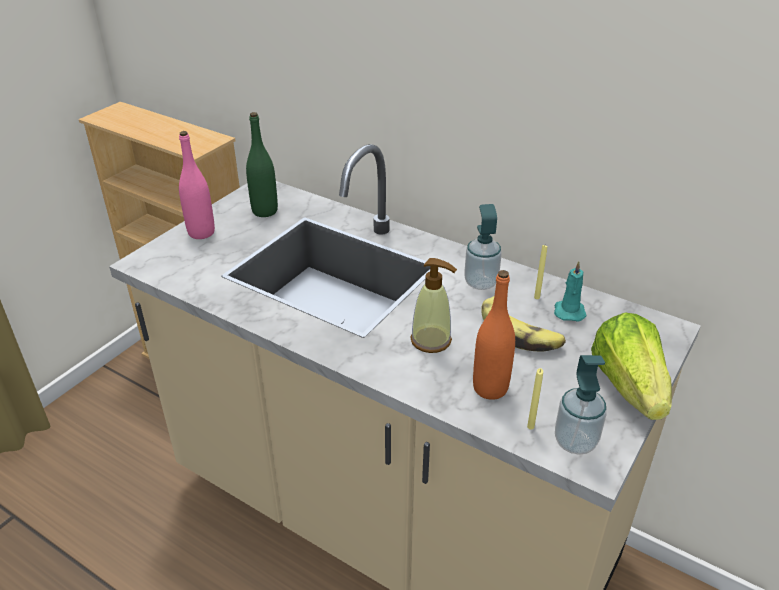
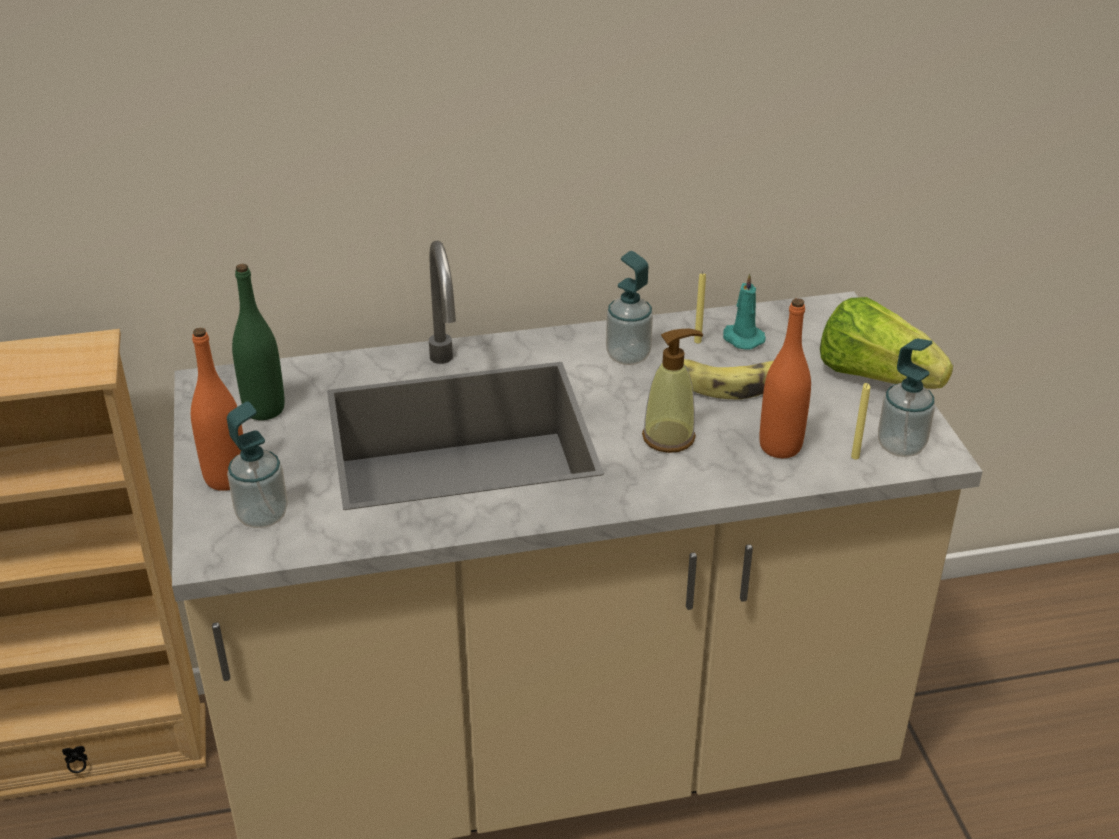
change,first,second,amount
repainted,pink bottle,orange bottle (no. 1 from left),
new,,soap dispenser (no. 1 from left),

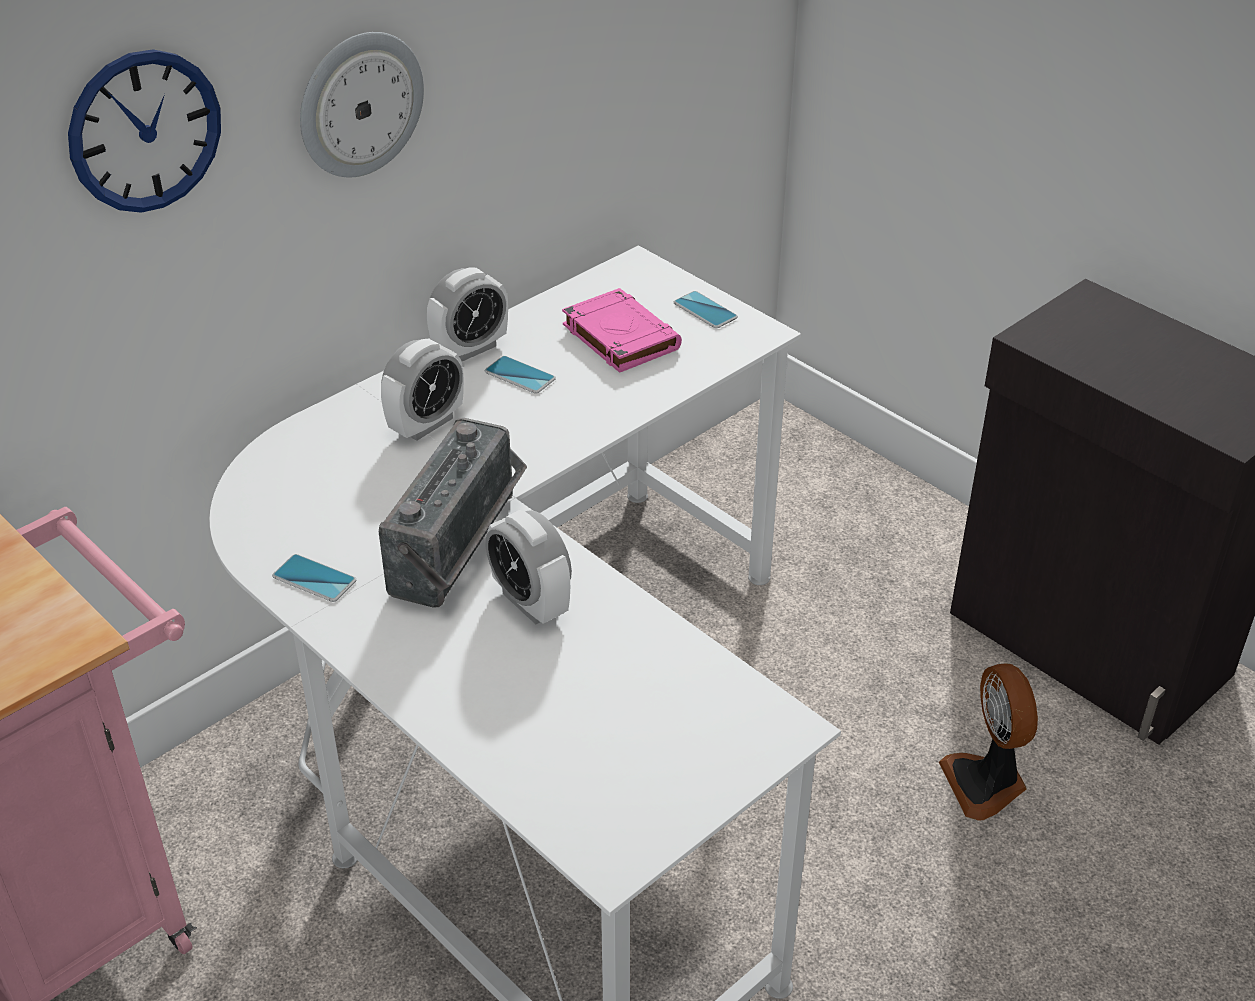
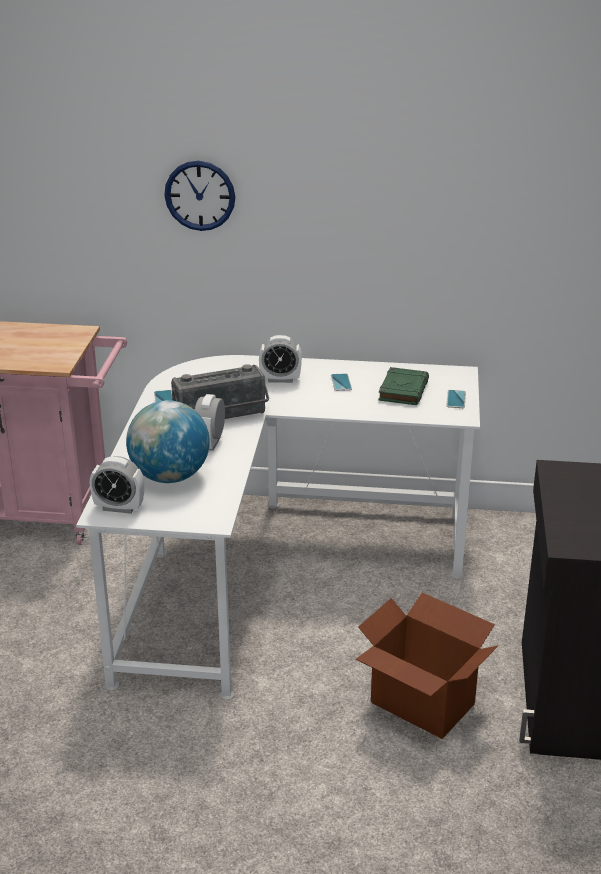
change,first,second,amount
gone,wall clock (no. 2 from left),,
shifted,alarm clock (no. 2 from left in the first image),alarm clock (no. 1 from left),
repainted,pink book,green book,
swapped,fan,cardboard box,
new,,globe,

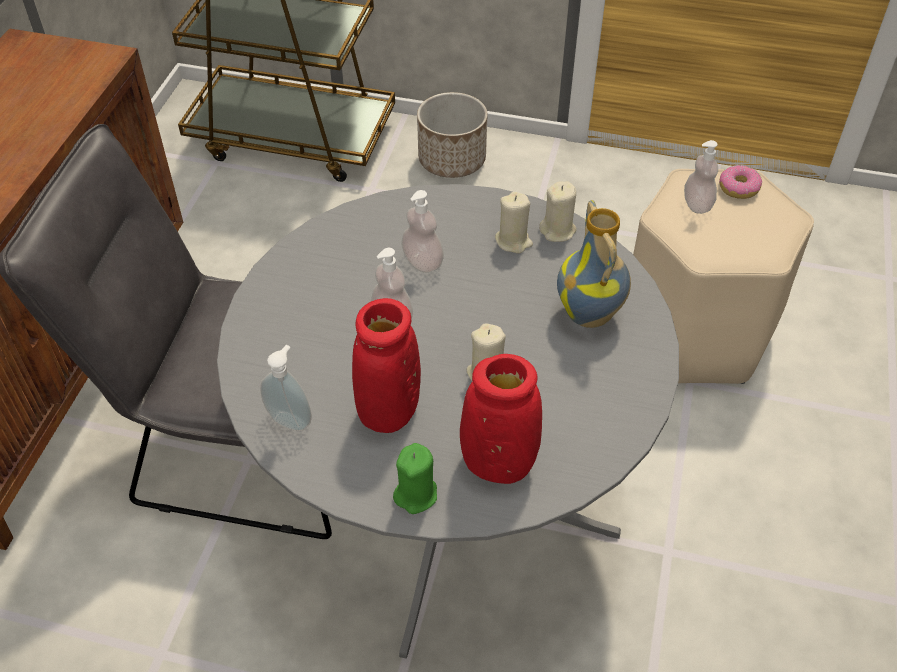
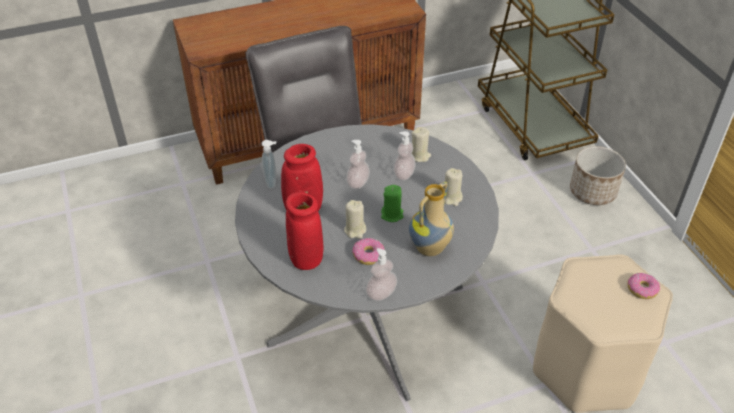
change,first,second,amount
shifted,soap dispenser (no. 4 from left in the first image),soap dispenser (no. 3 from left),
shifted,beige candle (no. 3 from left in the first image),beige candle (no. 2 from left),
shifted,green candle,,
new,,donut (no. 1 from left),

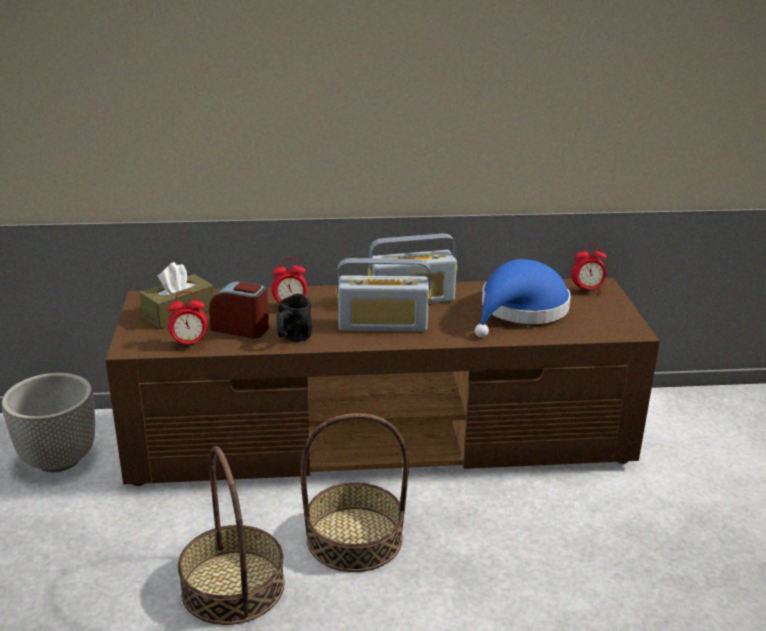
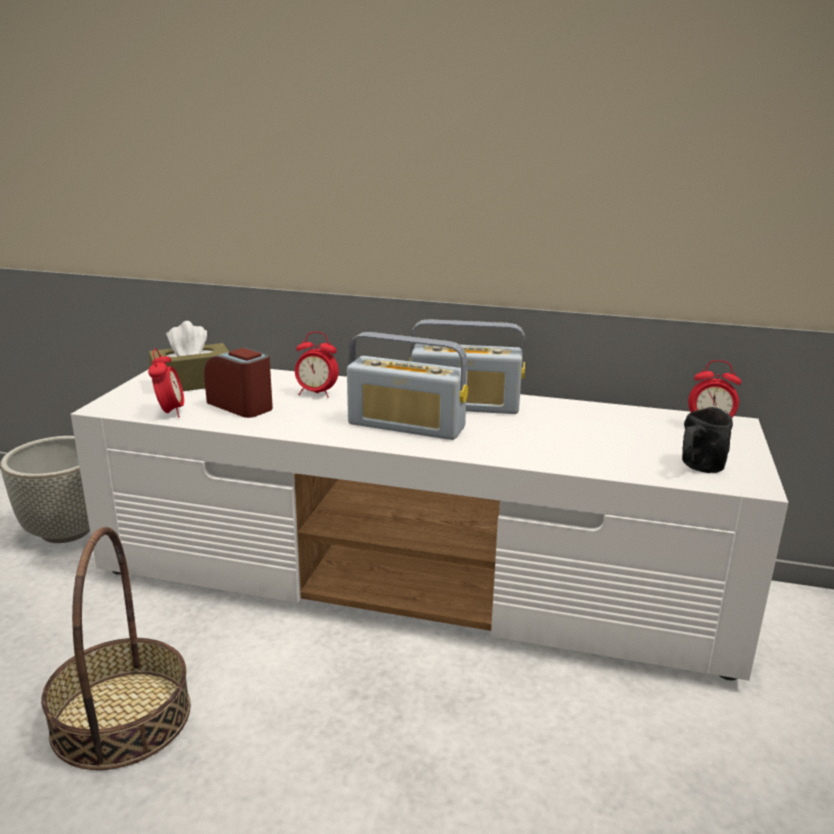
change,first,second,amount
gone,blue hat,,
repainted,brown tv stand,white tv stand,
rotated,alarm clock (no. 1 from left),,105 degrees counterclockwise
shifted,black mug,,
gone,basket (no. 2 from left),,

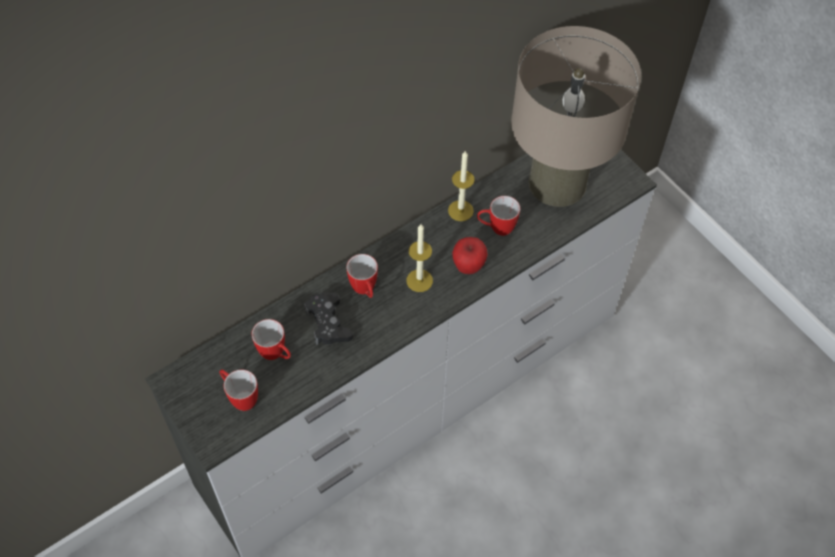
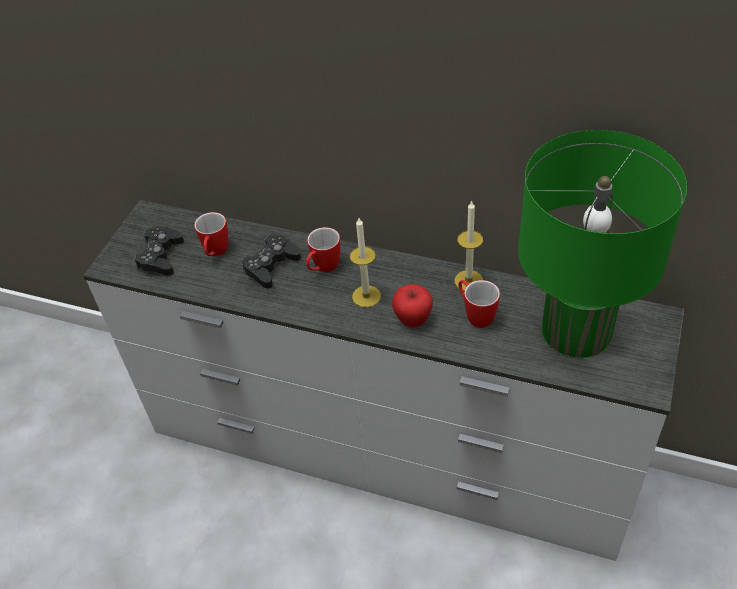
change,first,second,amount
repainted,beige table lamp,green table lamp,
swapped,mug (no. 1 from left),black game controller (no. 1 from left),

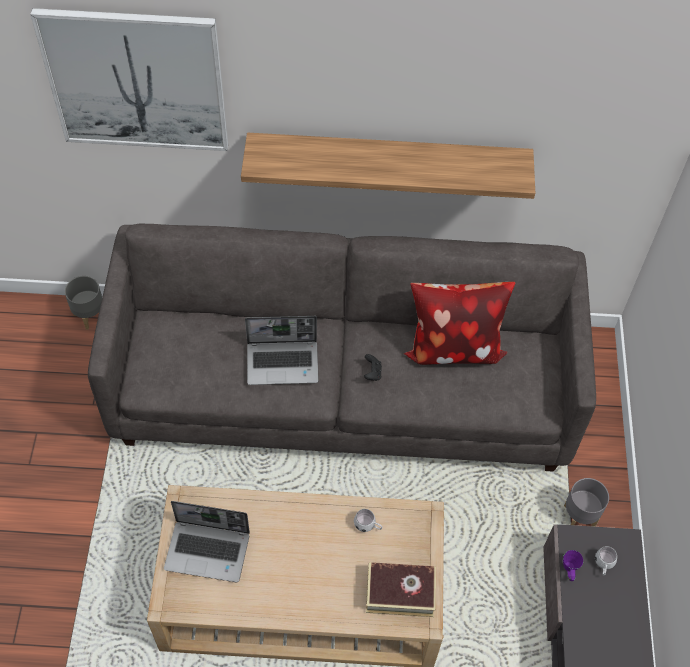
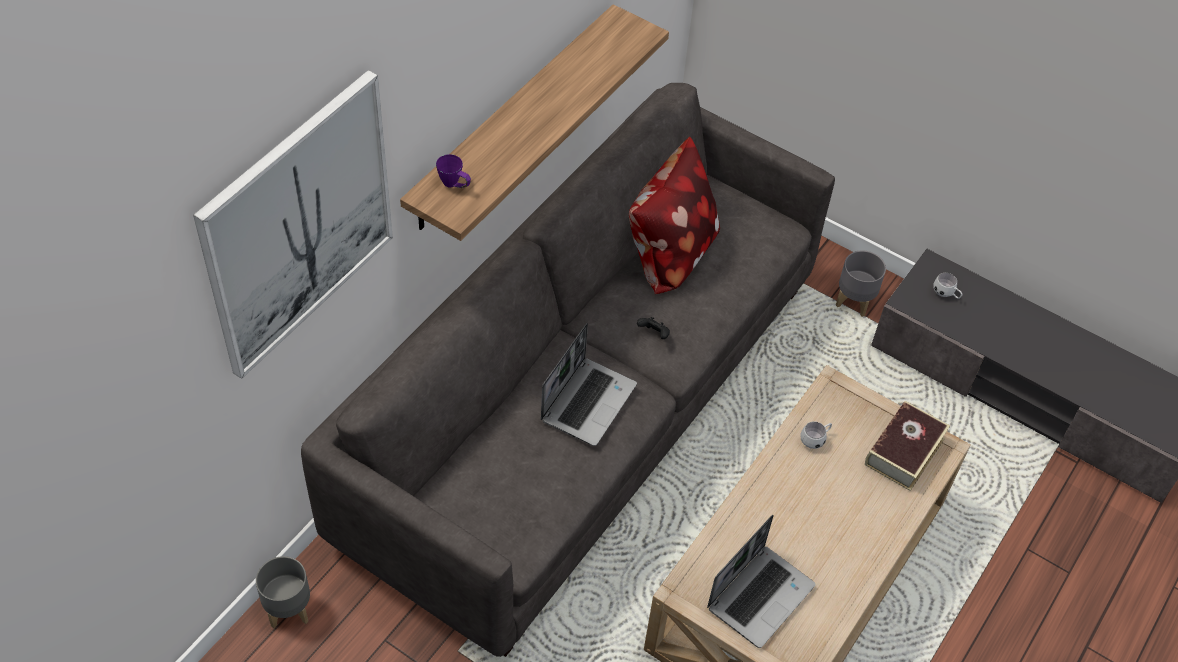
change,first,second,amount
shifted,purple mug,,

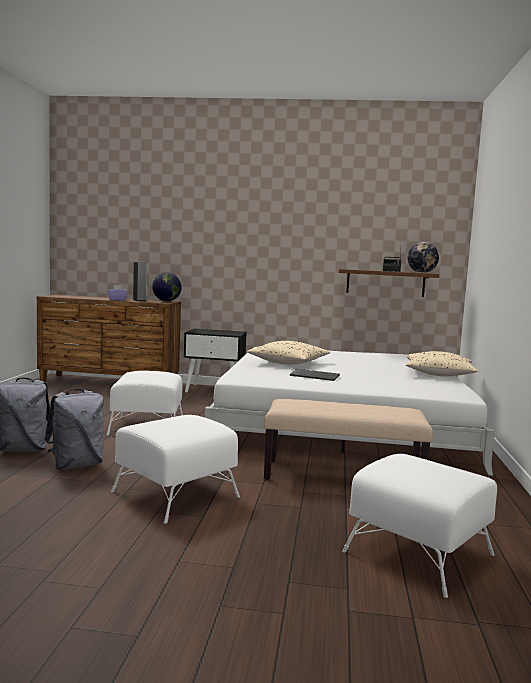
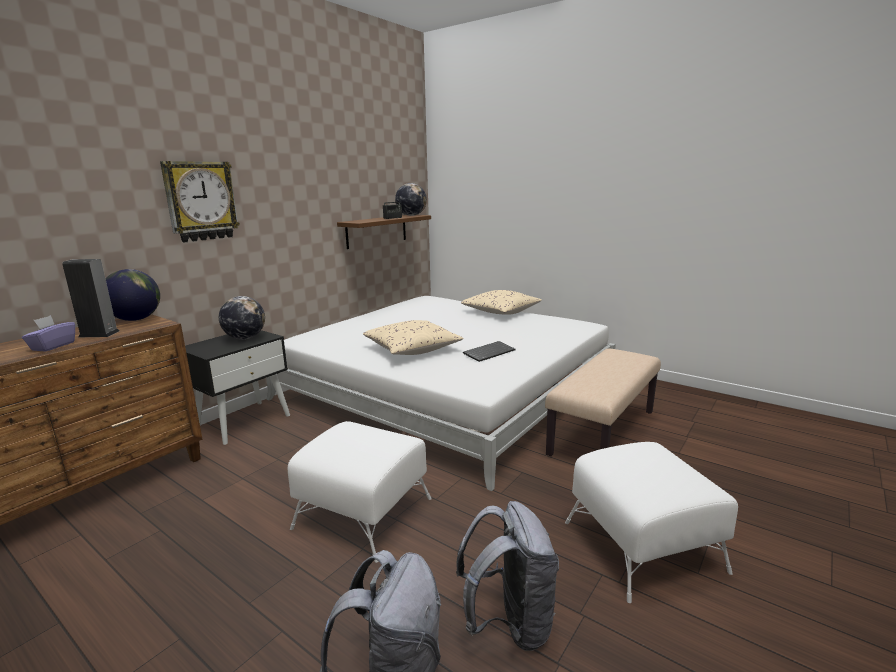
change,first,second,amount
gone,white ottoman (no. 3 from left),,
new,,wall clock,
new,,globe (no. 2 from left),

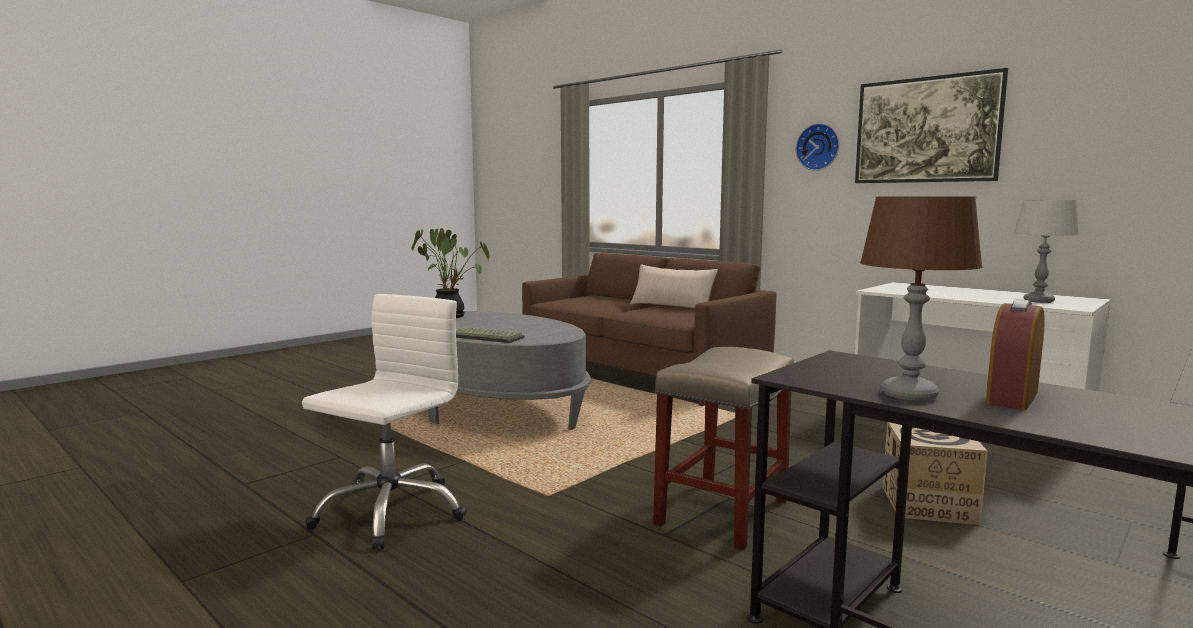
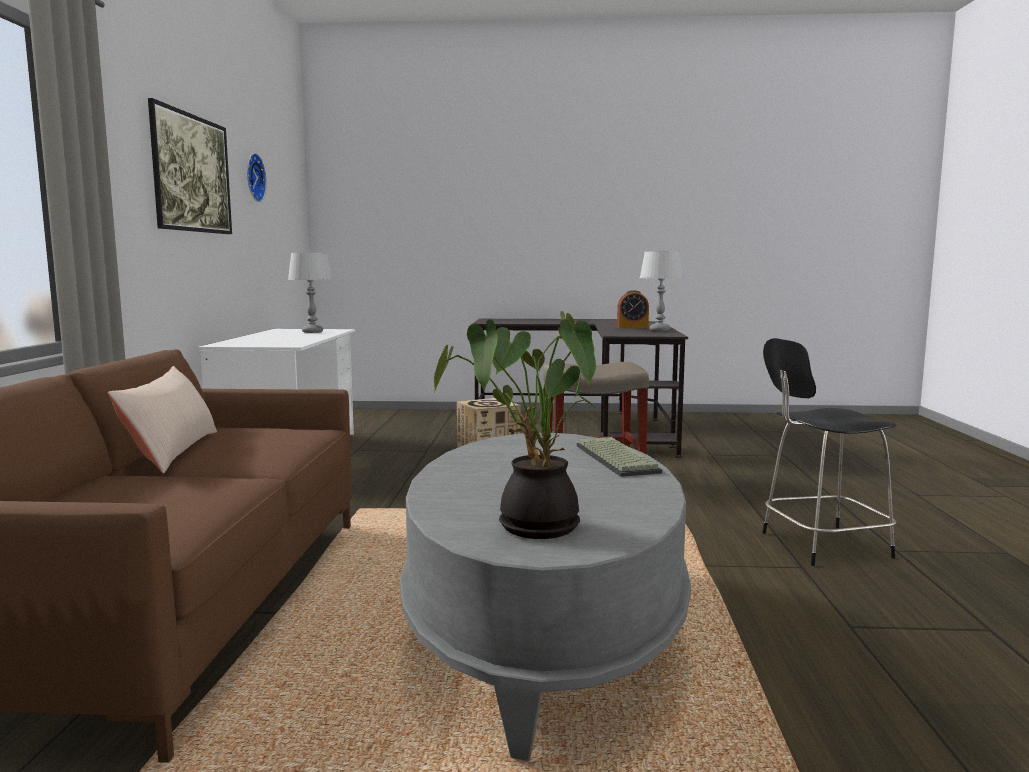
change,first,second,amount
shifted,wall clock,,
repainted,brown table lamp,grey table lamp (no. 2 from left),
swapped,white office chair,black stool,

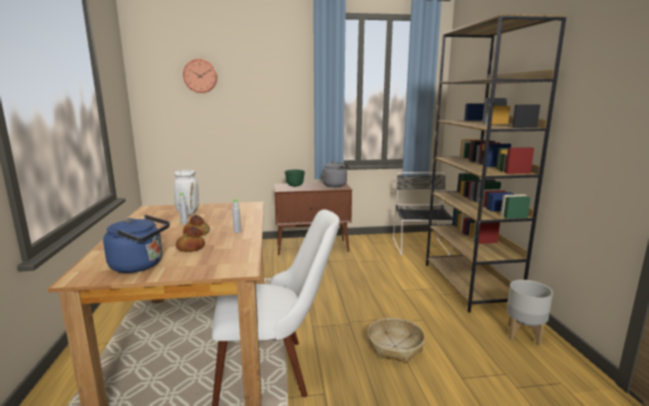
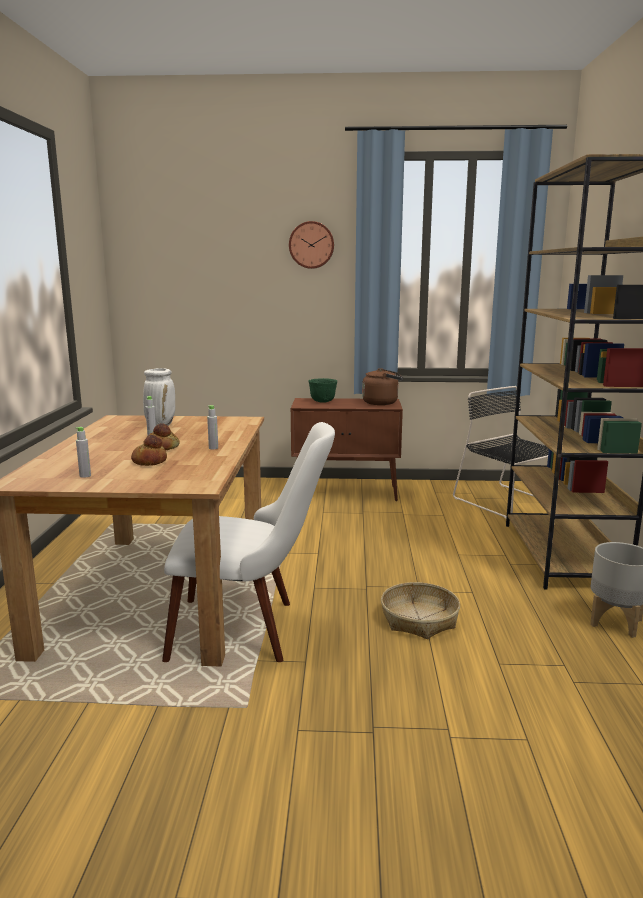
change,first,second,amount
shifted,wall clock,,
repainted,grey kettle,brown kettle,
rotated,black chair,,45 degrees counterclockwise
swapped,blue kettle,grey bottle (no. 1 from left),

